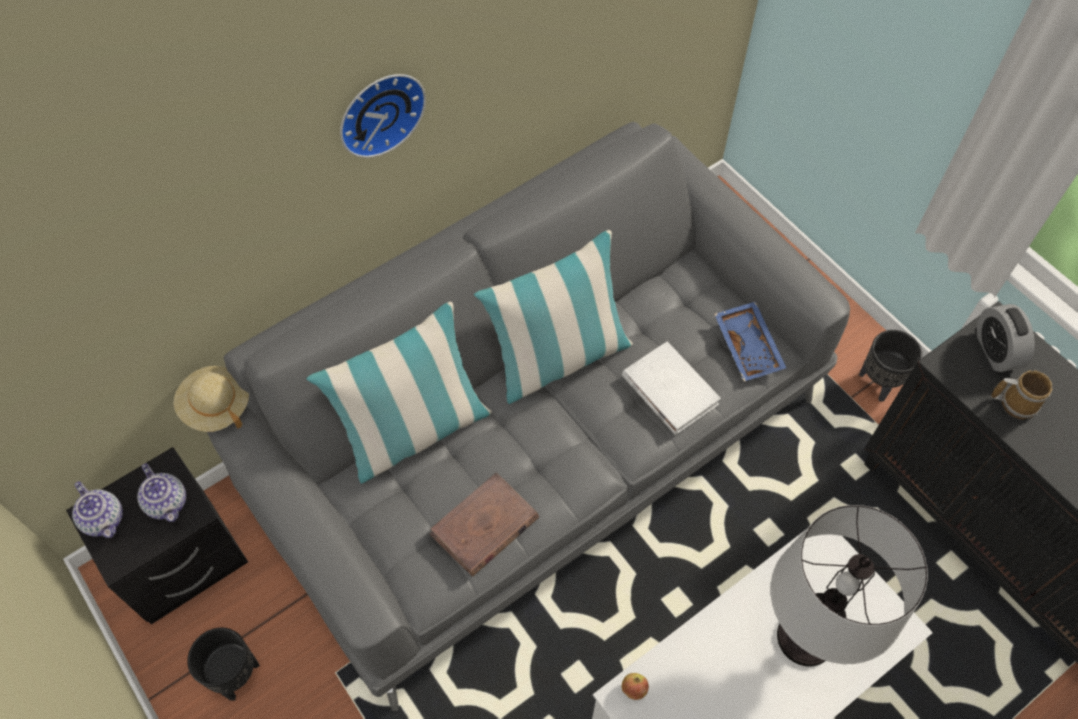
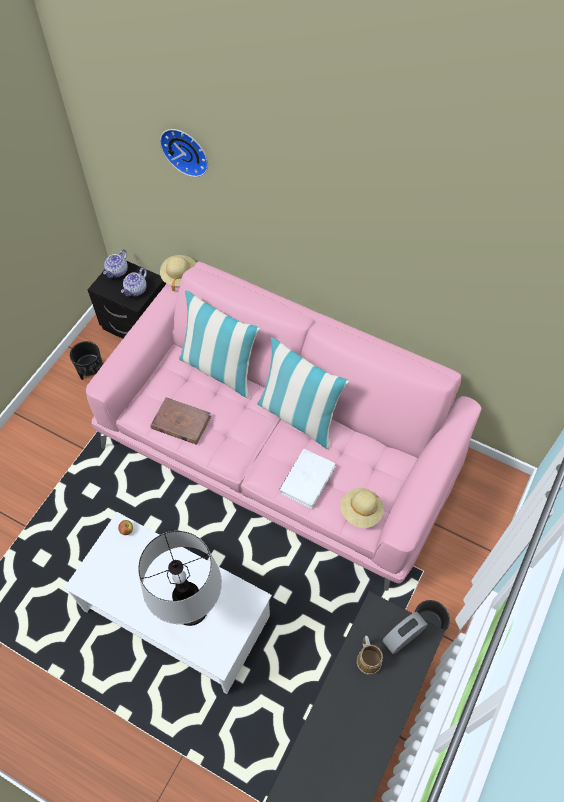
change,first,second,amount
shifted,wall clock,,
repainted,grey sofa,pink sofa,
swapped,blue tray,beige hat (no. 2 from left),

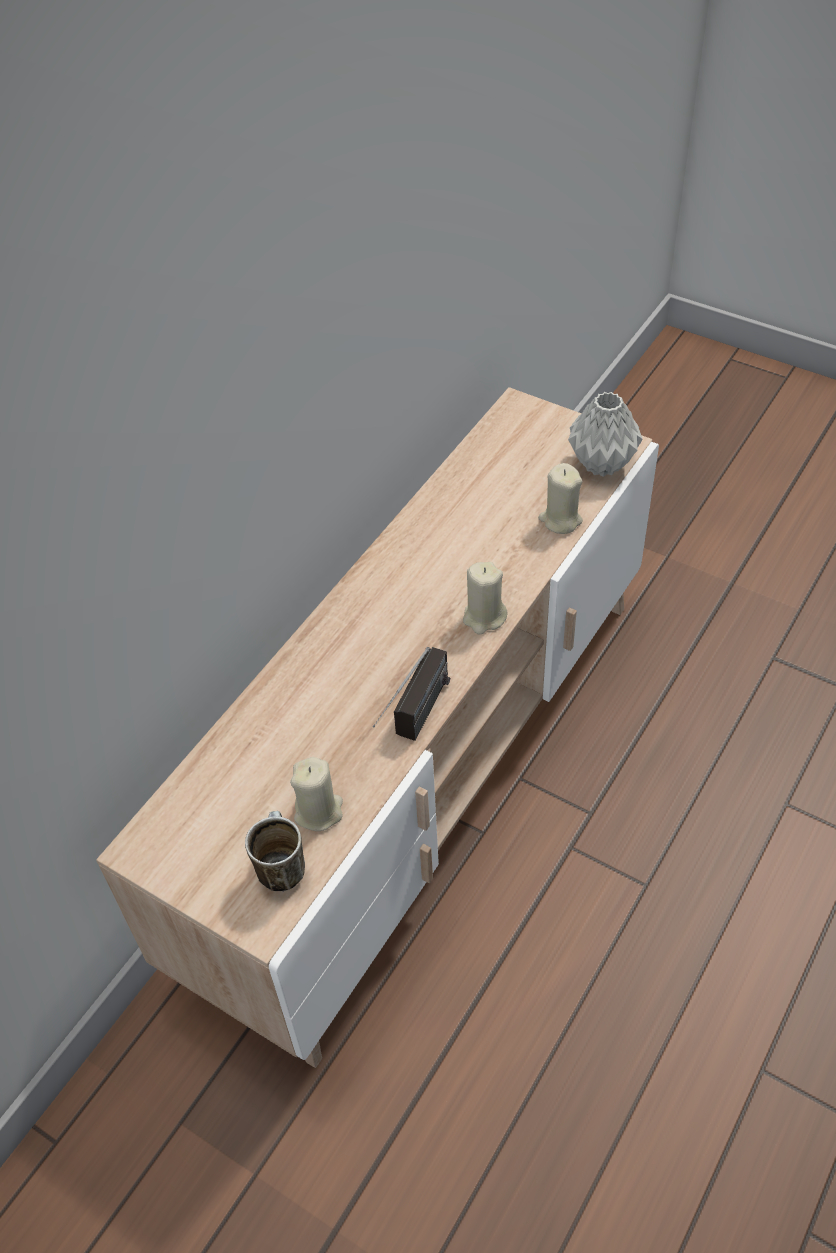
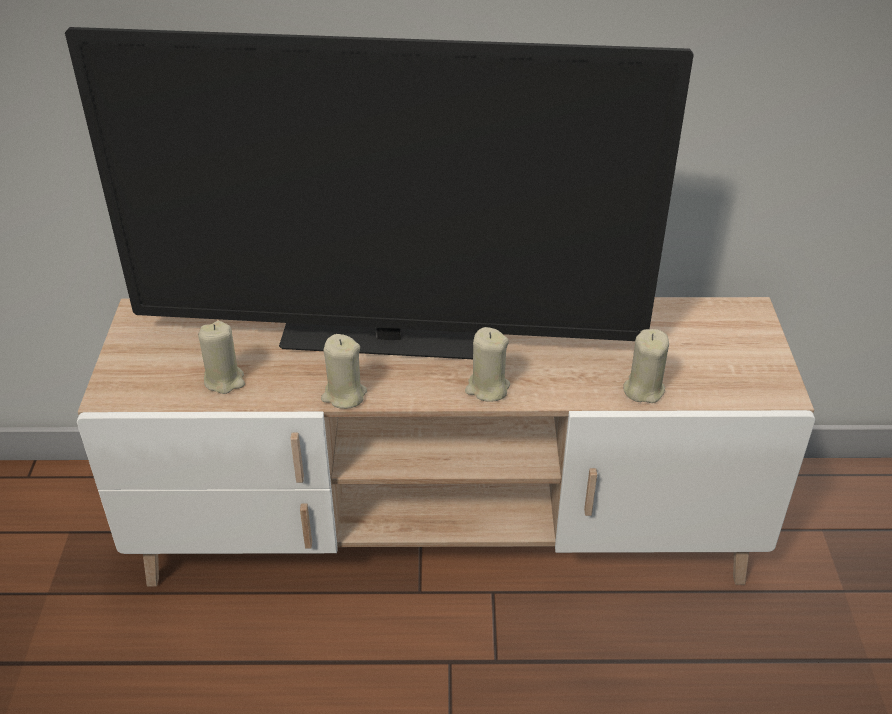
change,first,second,amount
gone,grey vase,,
swapped,radio,beige candle (no. 2 from left),
gone,mug,,
new,,television,

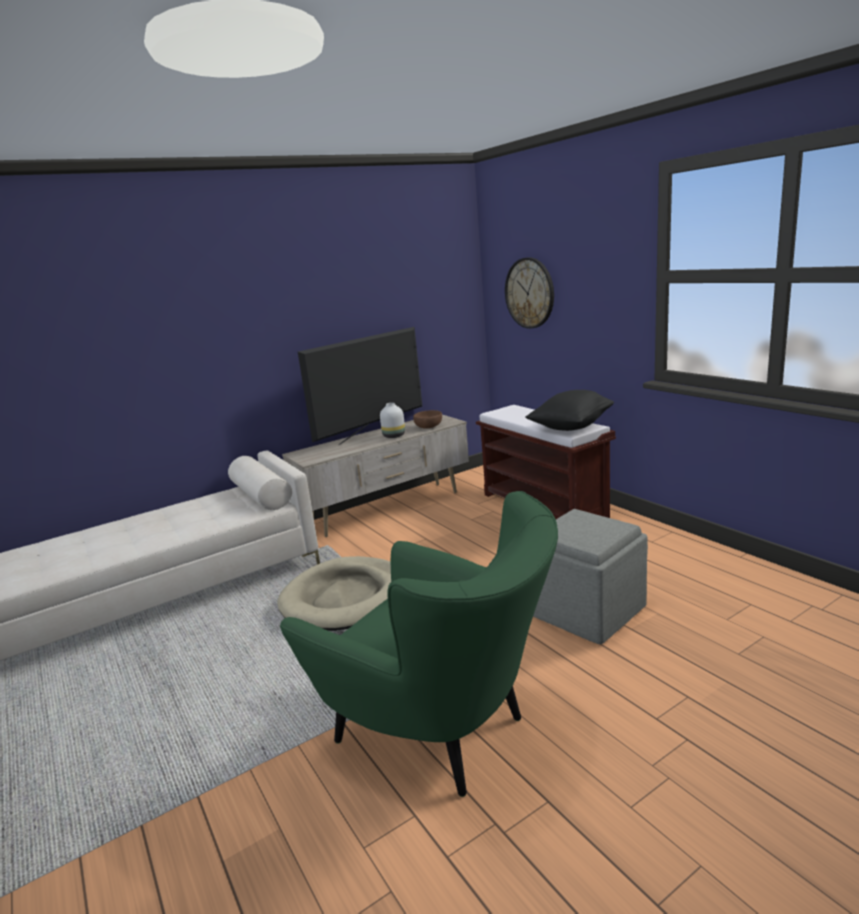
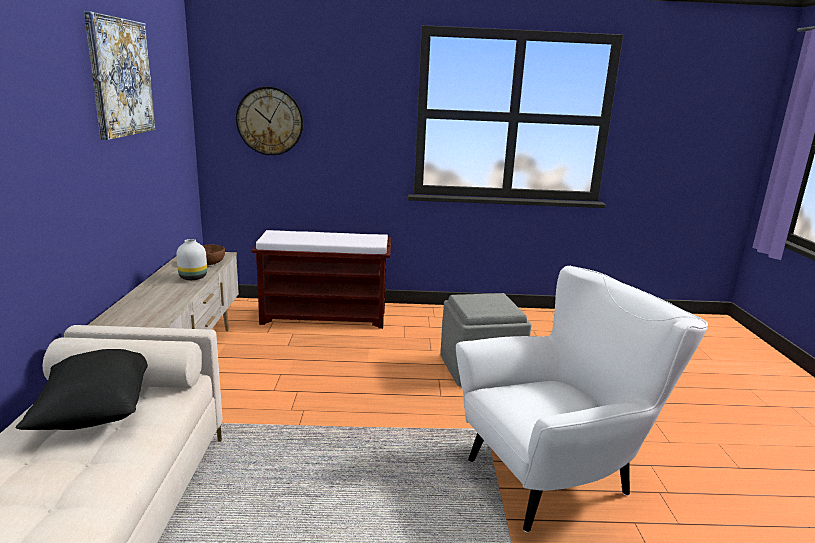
change,first,second,amount
gone,television,,
shifted,black pillow,,
repainted,green armchair,white armchair,
gone,beige dog bed,,
new,,picture,

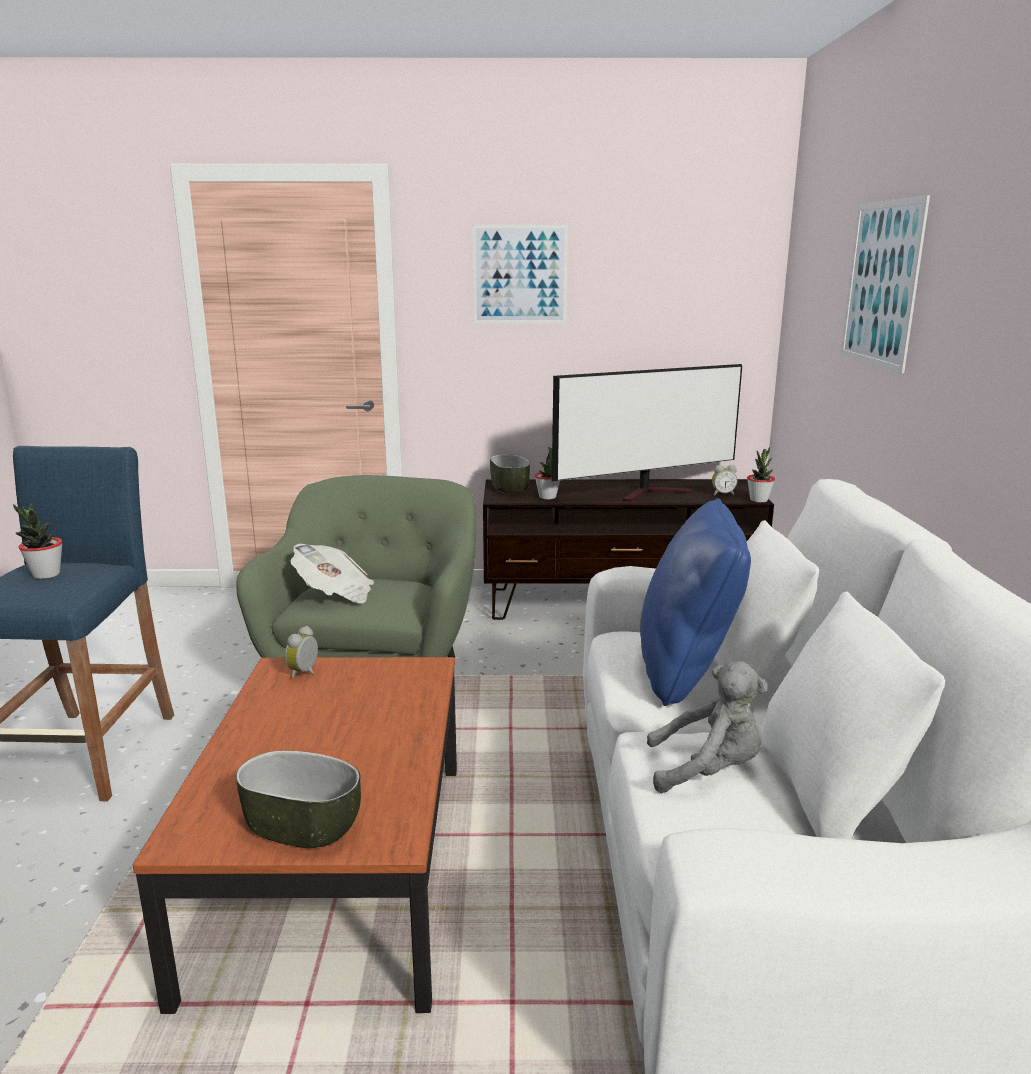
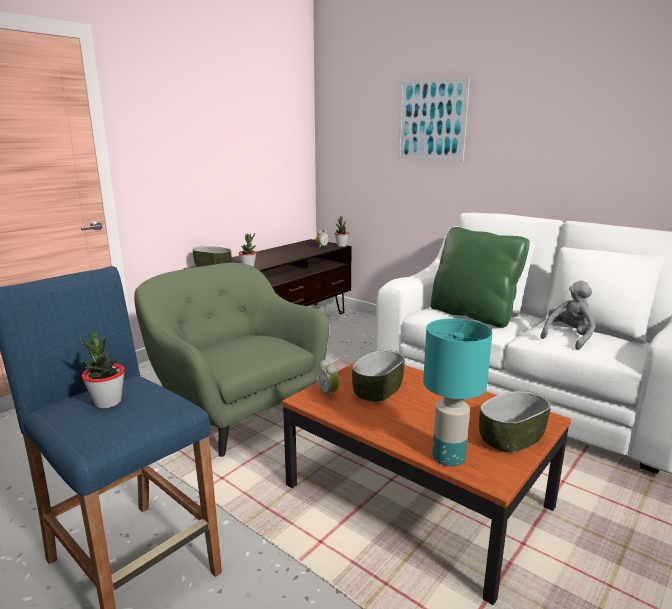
change,first,second,amount
gone,picture (no. 1 from left),,
gone,television,,
repainted,blue pillow,green pillow,
gone,newspaper,,
new,,turquoise table lamp,
new,,bowl (no. 2 from left),

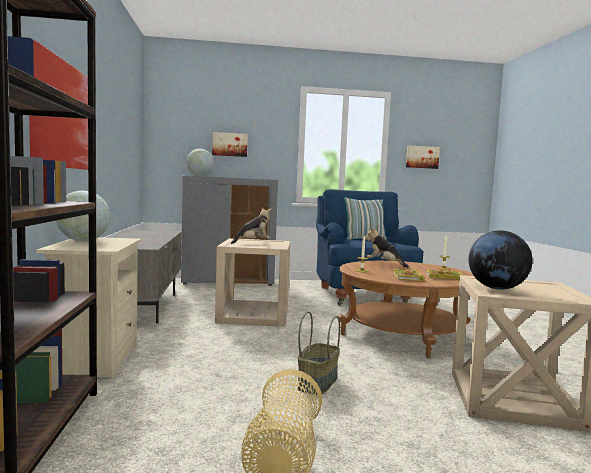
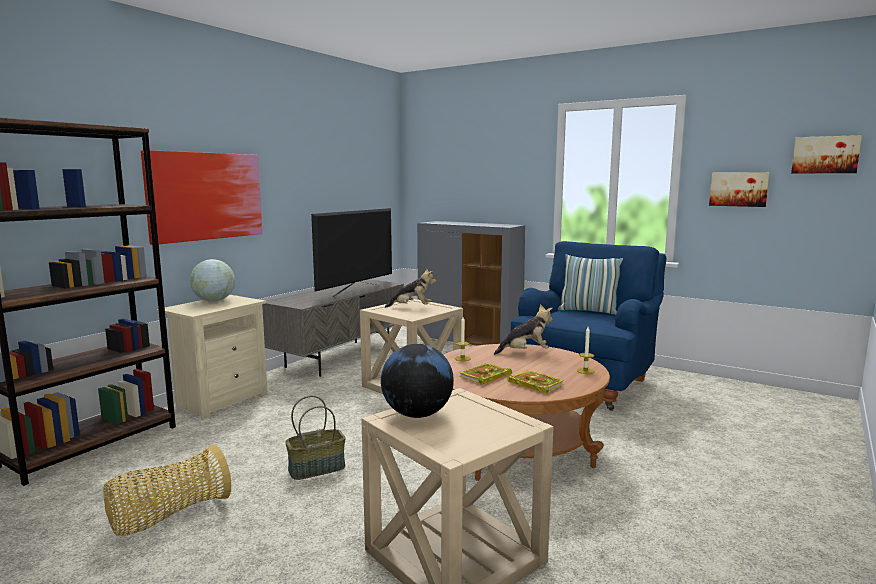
change,first,second,amount
shifted,picture (no. 2 from left in the first image),picture (no. 3 from left),
gone,globe (no. 2 from left),,
rotated,plush toy (no. 2 from left),,90 degrees clockwise
new,,television,

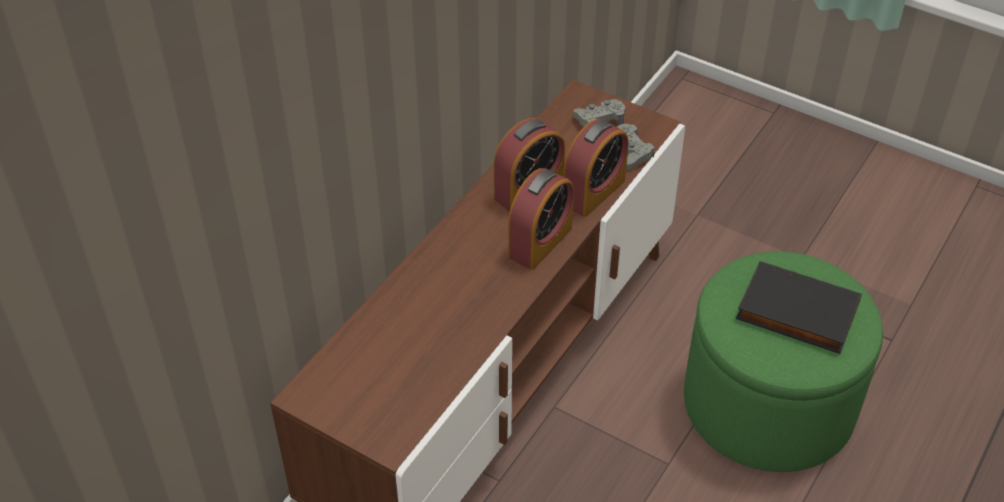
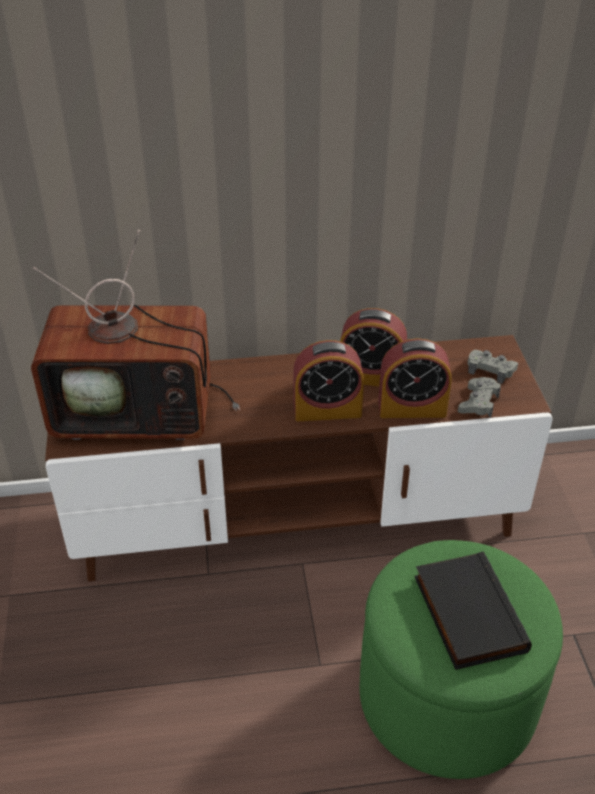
change,first,second,amount
new,,television,

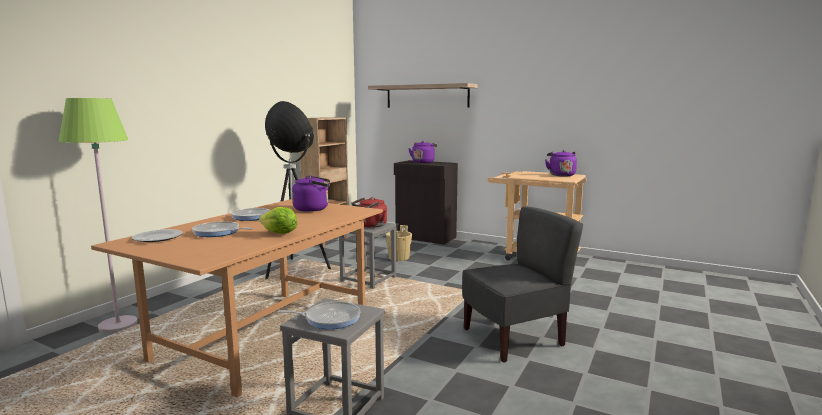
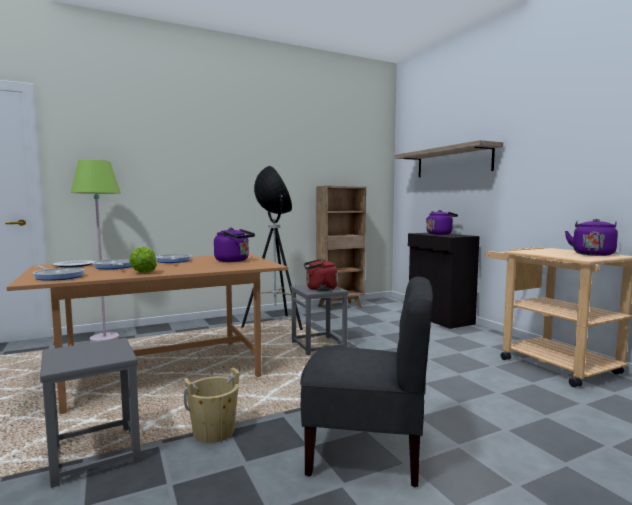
change,first,second,amount
shifted,beige bucket,,
shifted,frying pan (no. 3 from left in the first image),frying pan (no. 1 from left),

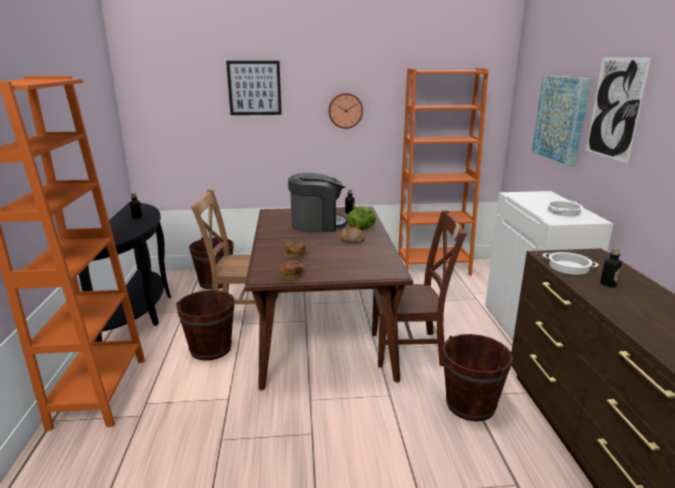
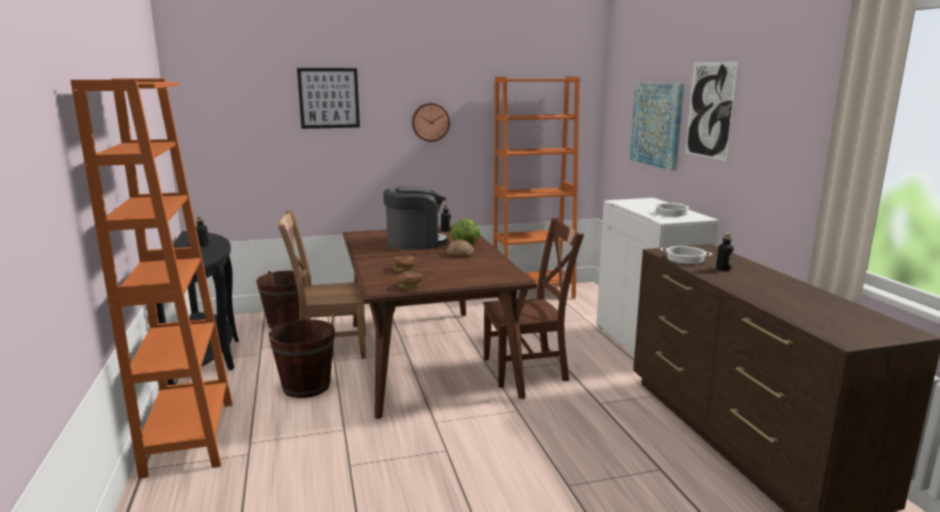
change,first,second,amount
gone,brown bucket (no. 3 from left),,

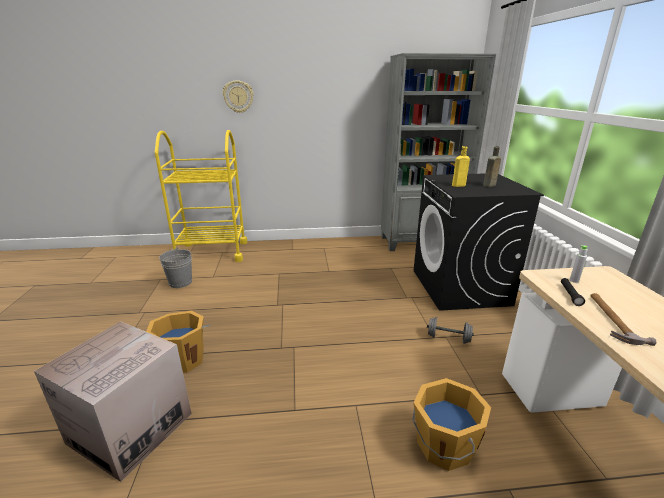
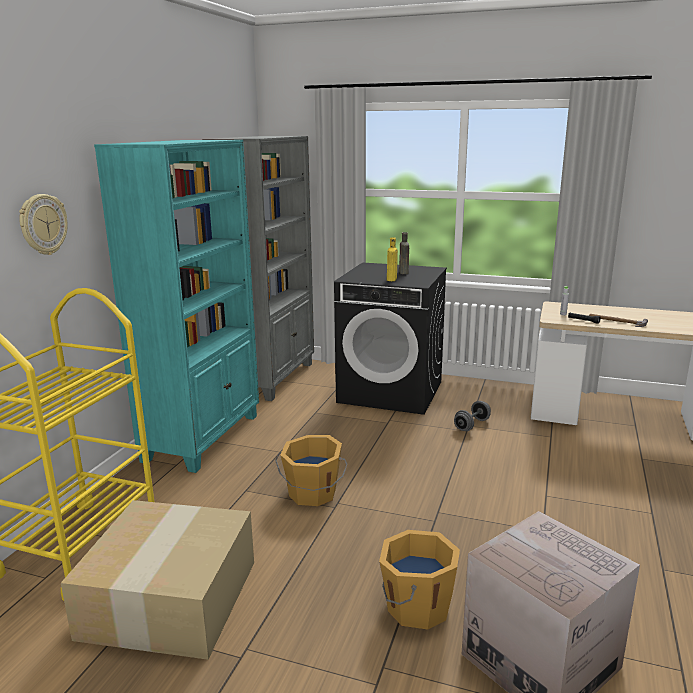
change,first,second,amount
swapped,grey bucket,cardboard box (no. 1 from left),
shifted,orange bucket (no. 2 from left in the first image),orange bucket (no. 1 from left),
new,,turquoise bookcase,

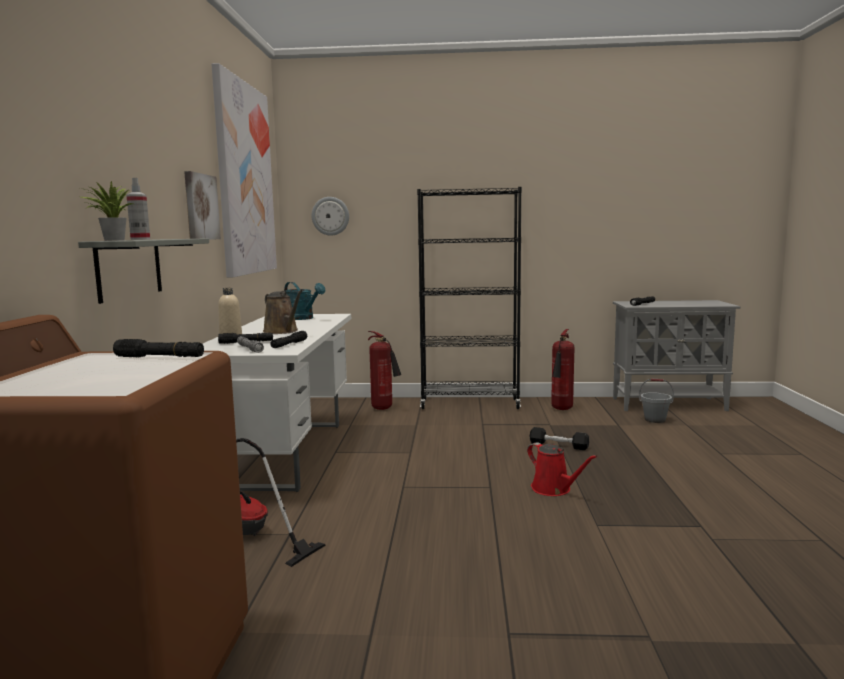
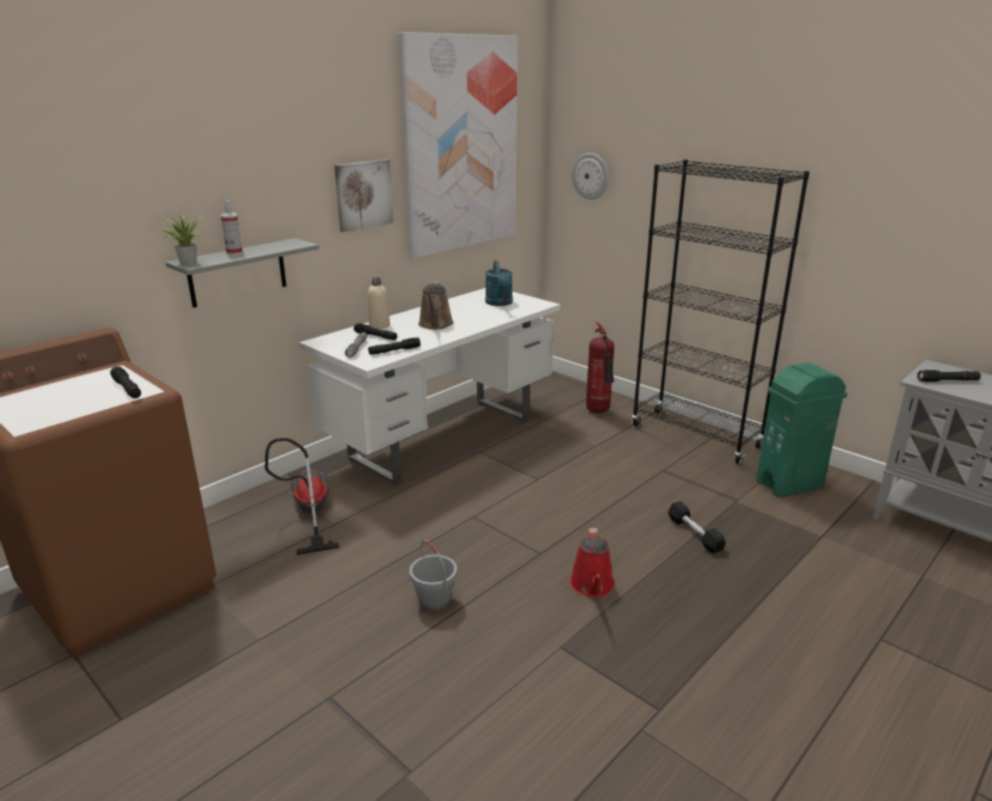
change,first,second,amount
swapped,fire extinguisher (no. 2 from left),green trash can,
shifted,grey bucket,,

